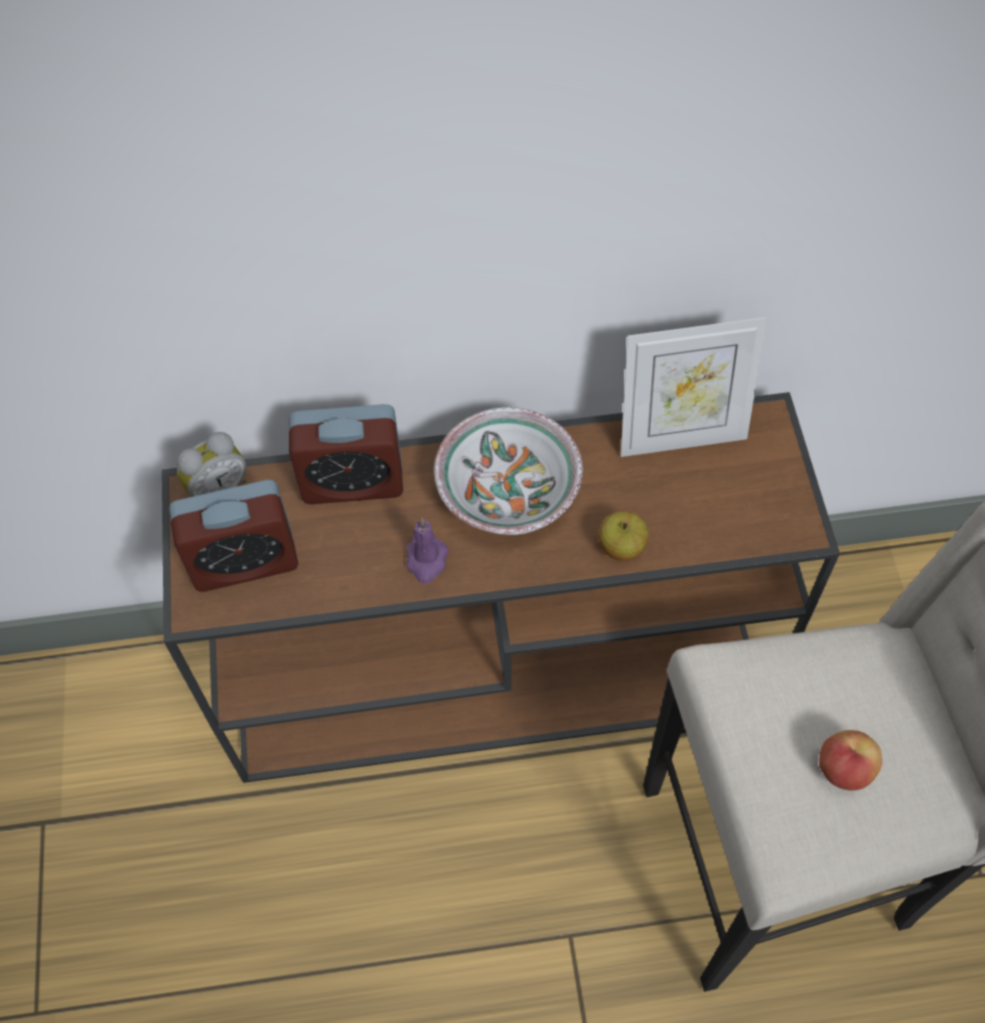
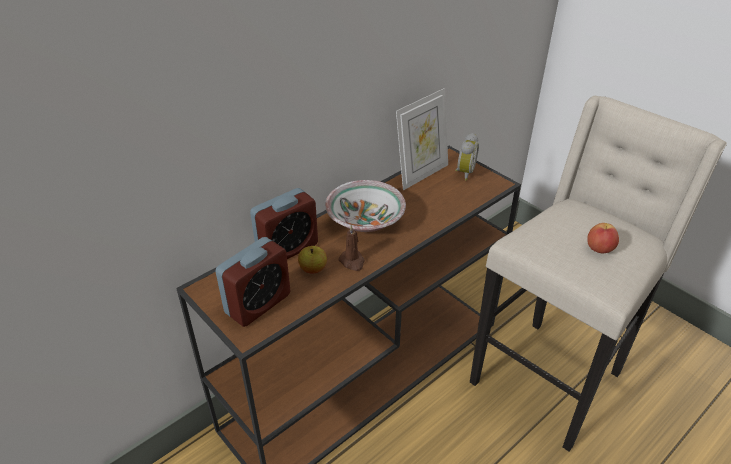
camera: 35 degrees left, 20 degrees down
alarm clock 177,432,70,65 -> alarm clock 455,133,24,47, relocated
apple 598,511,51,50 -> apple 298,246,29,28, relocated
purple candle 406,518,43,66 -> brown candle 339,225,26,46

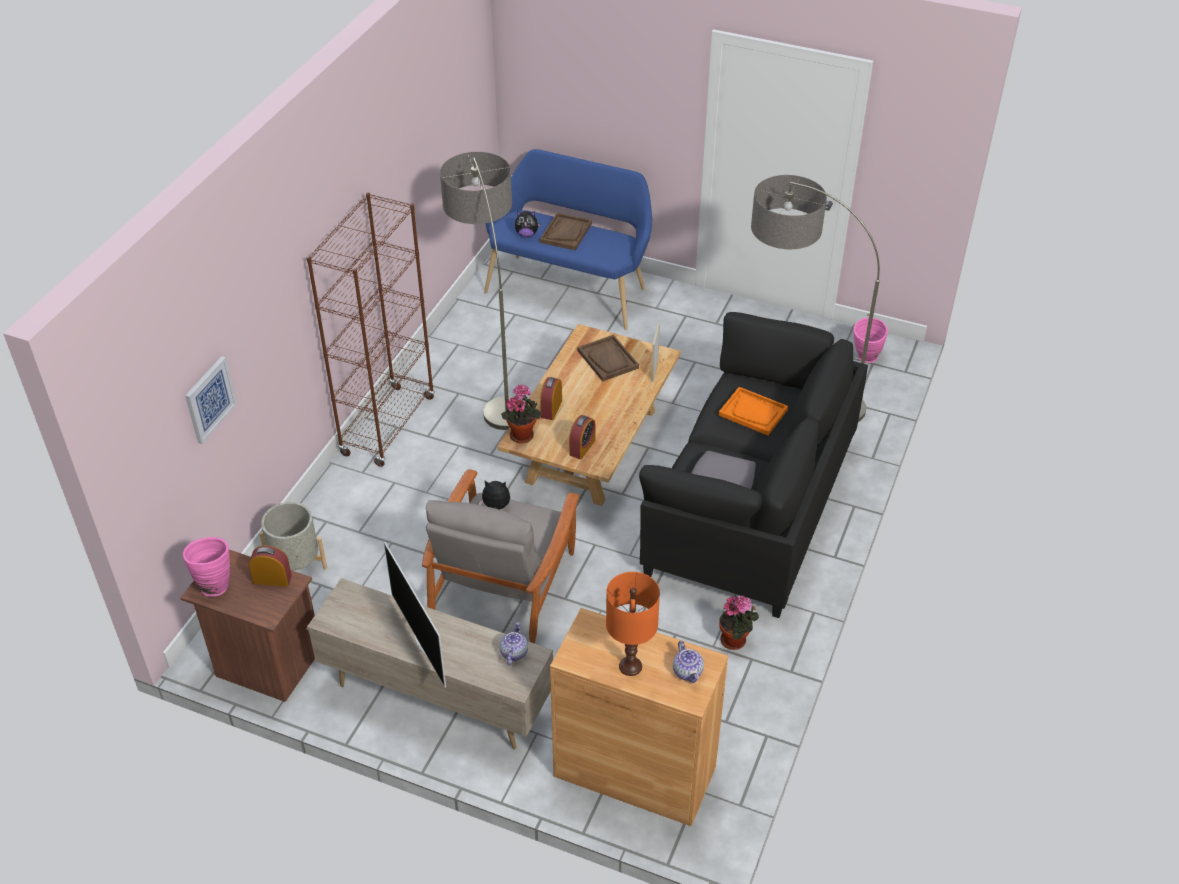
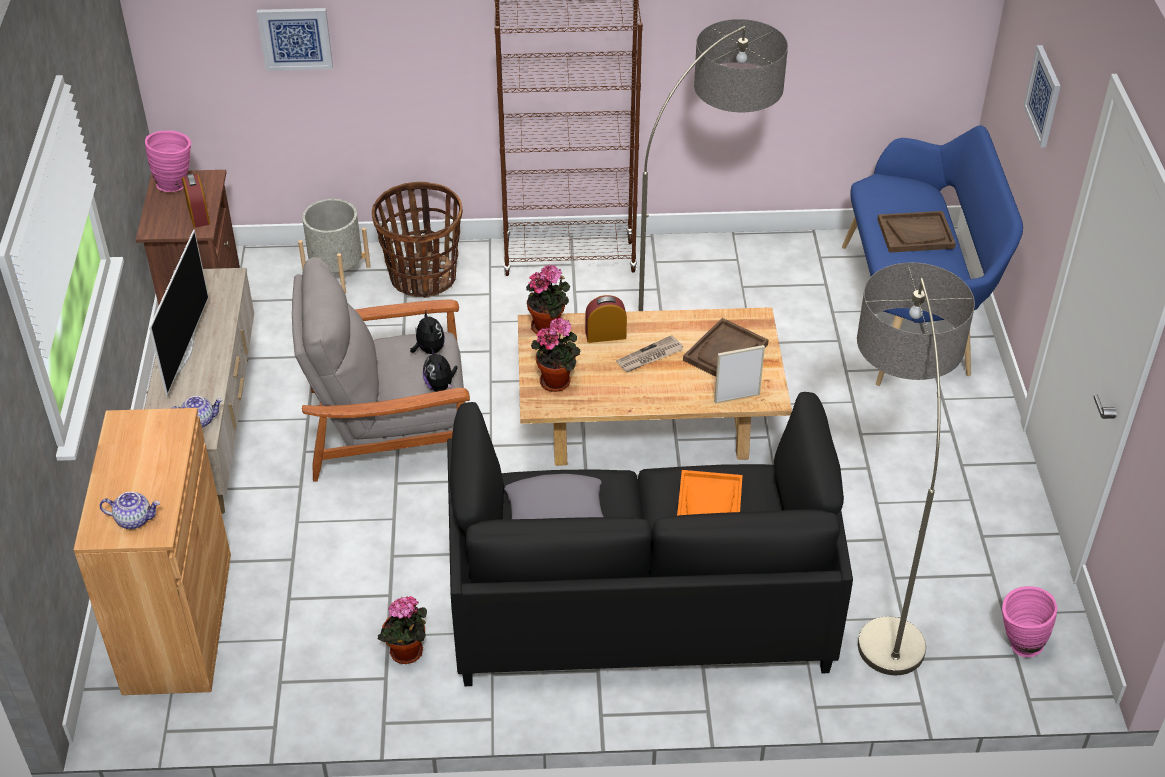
camera: 65 degrees right, 0 degrees up
orange table lamp 606,572,54,104 -> none
none -> basket 372,182,91,116
none -> newspaper 616,335,67,37
none -> picture 1023,45,38,103
plush toy 515,211,26,26 -> plush toy 423,348,35,44, relocated
alarm clock 569,415,26,45 -> potted plant 531,318,50,74
television 384,542,62,146 -> television 149,230,60,166, 150 degrees clockwise
teapot 673,641,31,42 -> teapot 99,492,61,37, 135 degrees counterclockwise

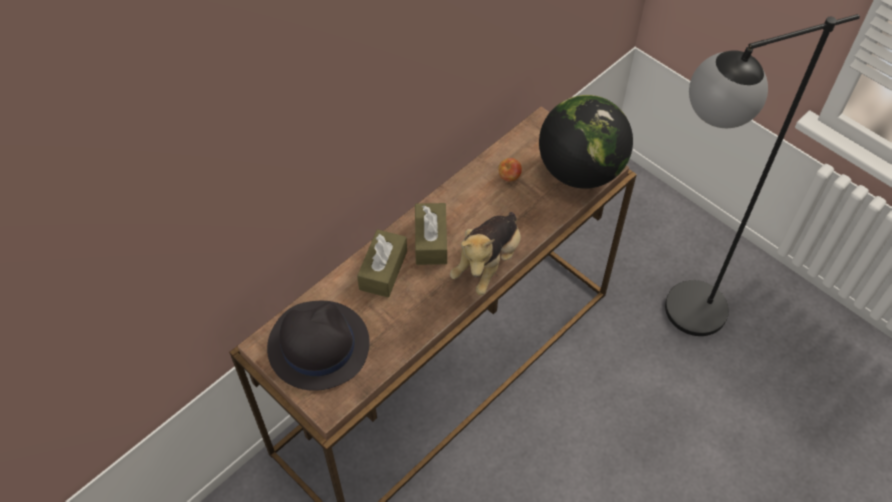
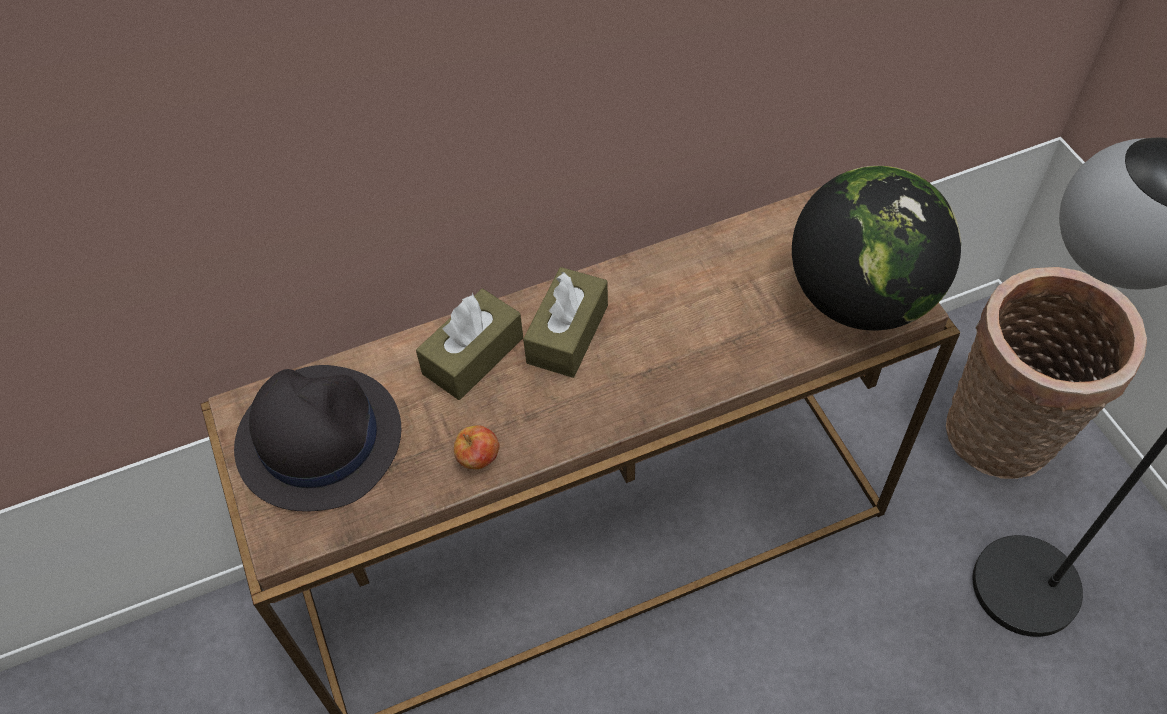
camera: 25 degrees right, 0 degrees up
plush toy 450,212,71,83 -> none
none -> basket 946,267,201,212
apple 499,158,23,23 -> apple 454,425,46,44, relocated

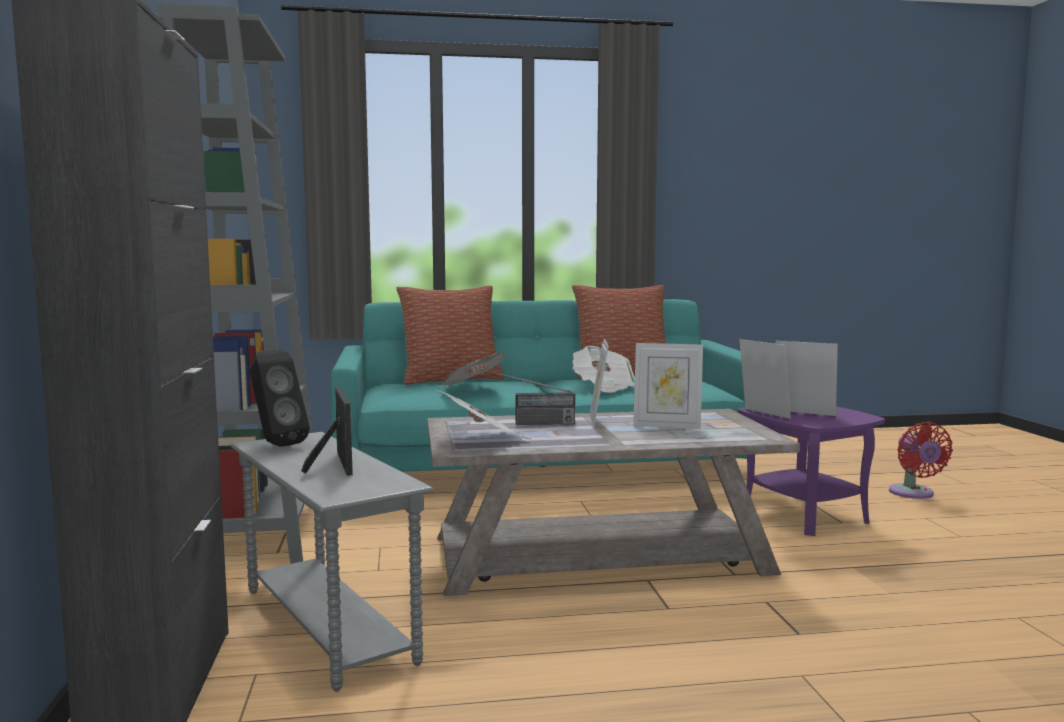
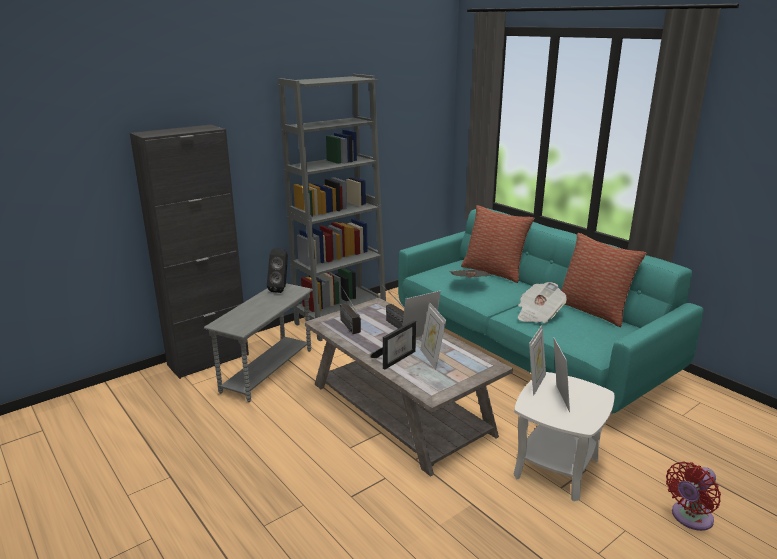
camera: 60 degrees right, 15 degrees up
picture frame 301,388,52,88 -> picture frame 371,321,45,48, relocated
newspaper 433,389,96,50 -> radio 340,284,21,50
purple side table 738,406,147,130 -> white side table 513,372,101,129

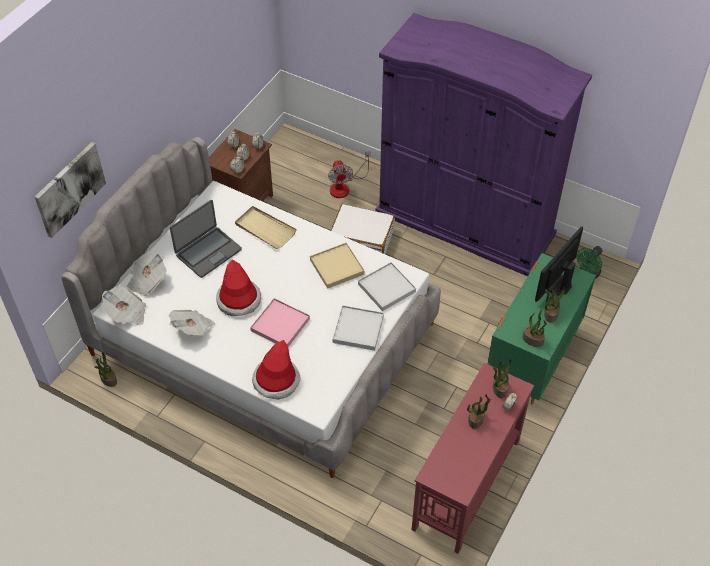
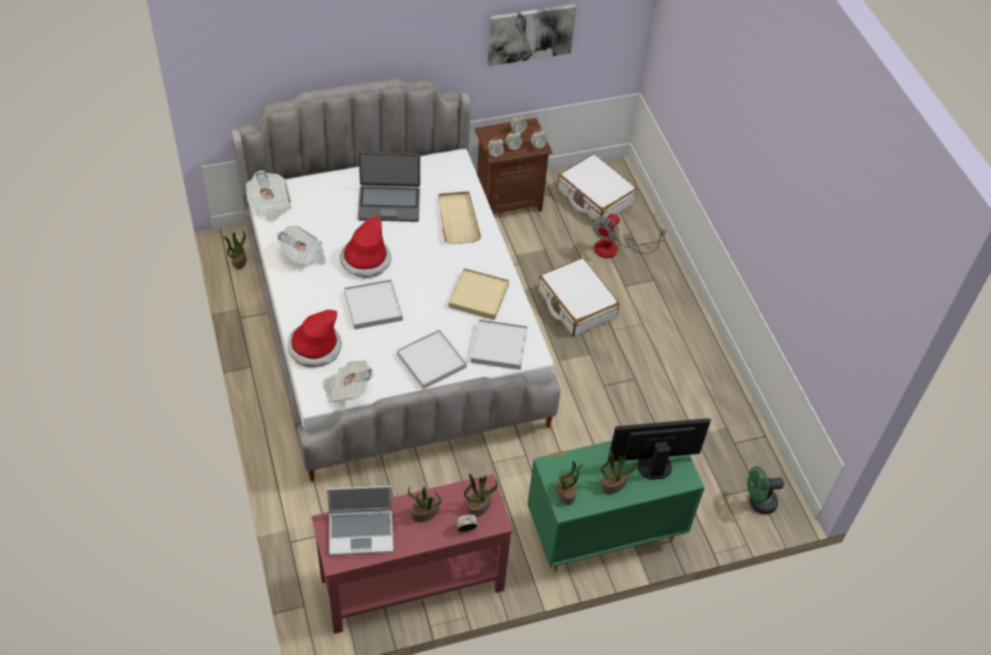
camera: 40 degrees right, 0 degrees up
purple wardrobe 376,13,216,263 -> none
none -> laptop 327,486,66,69
none -> white suitcase 558,154,79,71
picture 35,142,71,96 -> picture 487,4,89,62, relocated
newspaper 127,253,39,43 -> newspaper 322,360,51,43, relocated
pink tray 250,298,60,49 -> white tray 344,279,59,51

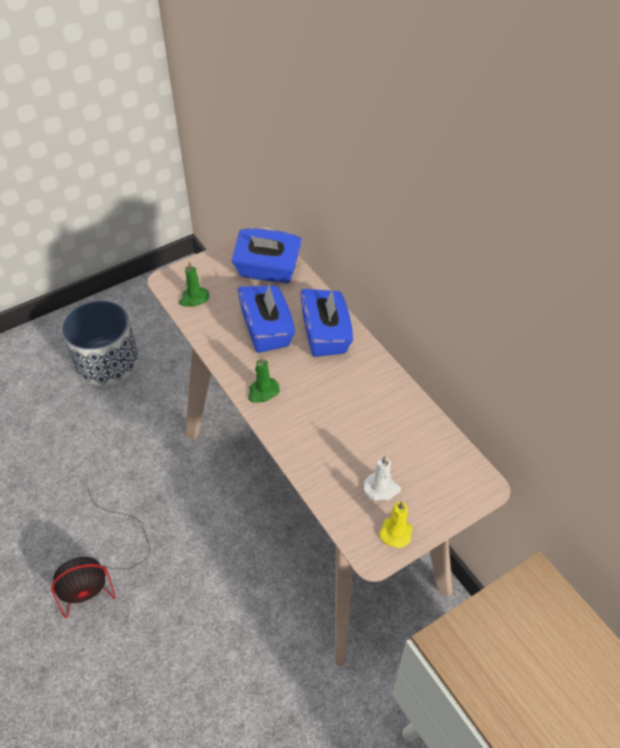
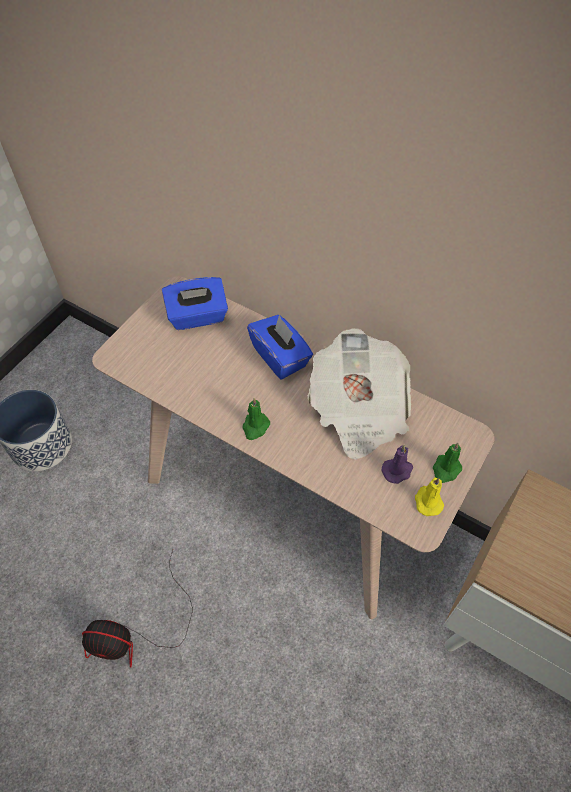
camera: 25 degrees left, 5 degrees up
blue tissue box 237,283,58,70 -> none
none -> newspaper 307,328,104,132
green candle 179,261,30,46 -> green candle 433,443,29,40, relocated
white candle 364,455,37,45 -> purple candle 381,445,32,39
fan 51,489,99,129 -> fan 82,550,111,118, 60 degrees clockwise

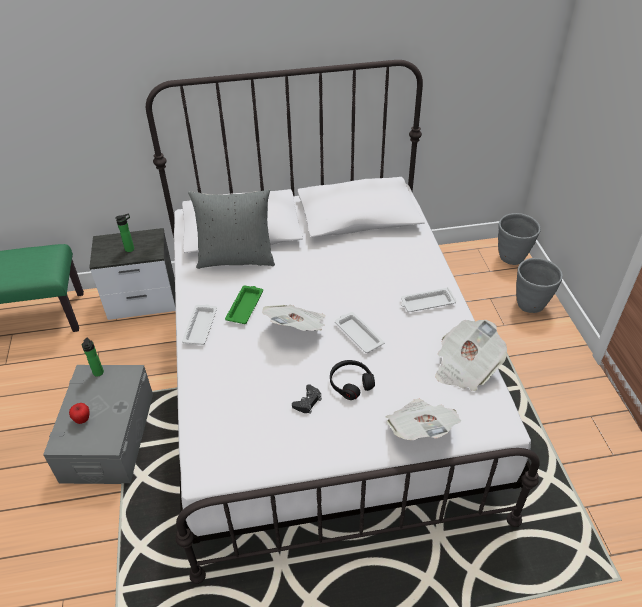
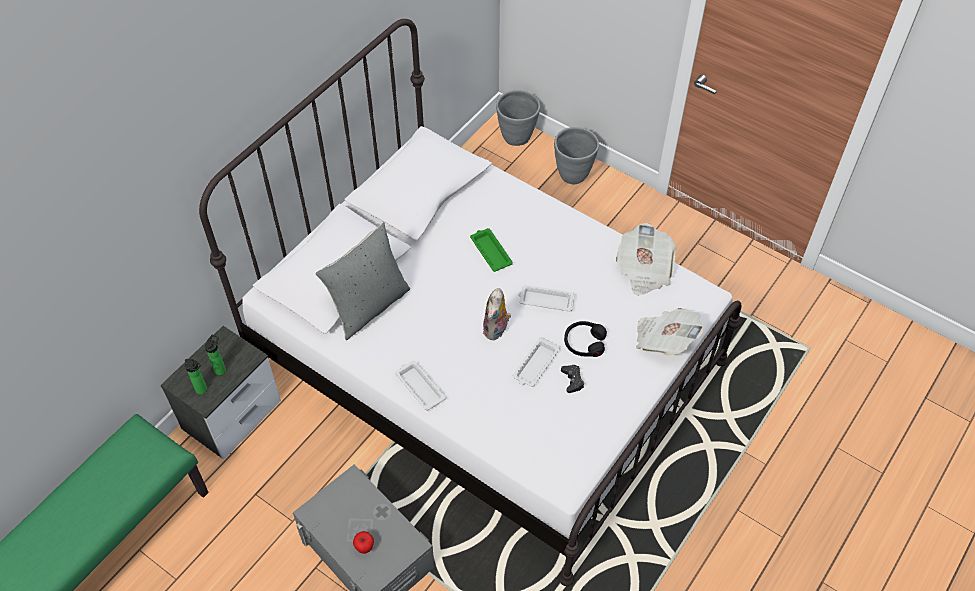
camera: 45 degrees left, 10 degrees up
bottle 82,338,22,39 -> bottle 185,359,22,35, relocated
green tray 225,285,38,39 -> green tray 470,228,43,44, relocated
white tray 401,287,55,25 -> white tray 513,337,47,50, relocated
newspaper 262,305,63,26 -> plush toy 483,288,28,52

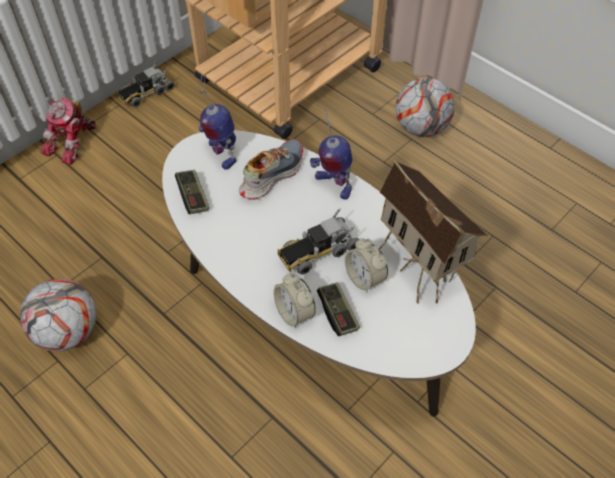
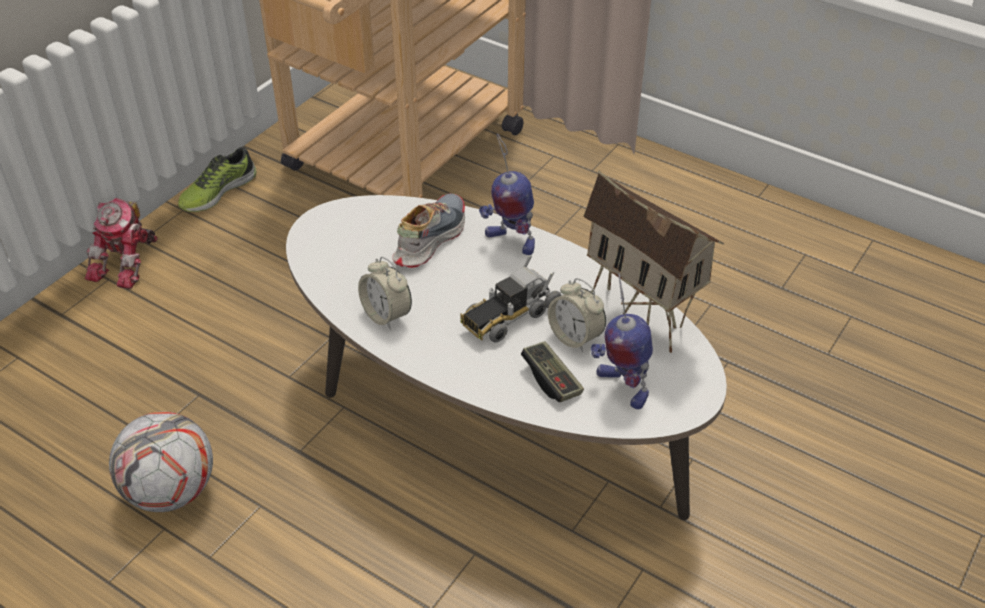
camera: 10 degrees left, 10 degrees down
game controller 175,170,35,44 -> none
football 395,78,60,59 -> none
toy robot 199,75,37,95 -> toy robot 591,273,62,136, relocated
alarm clock 274,273,42,56 -> alarm clock 358,256,54,74, relocated
toy truck 116,61,58,46 -> shoe 178,147,78,65

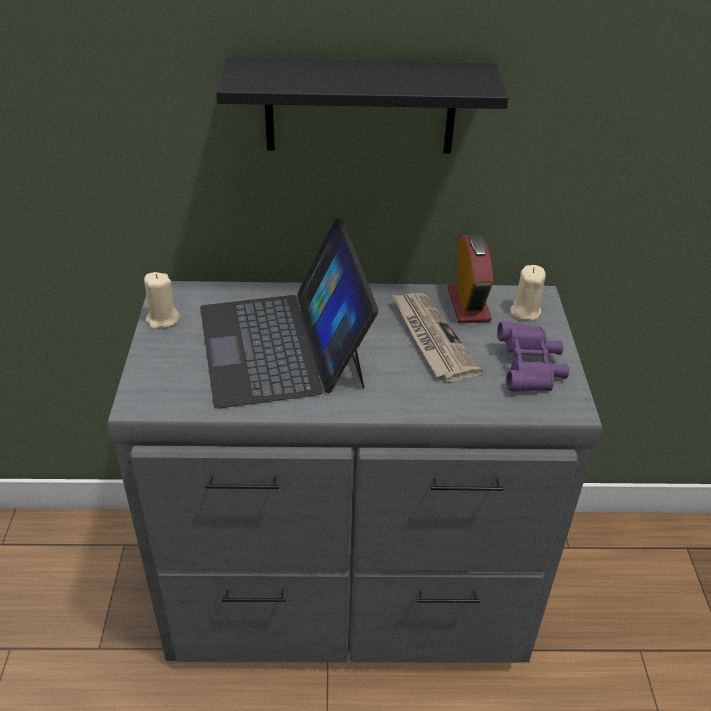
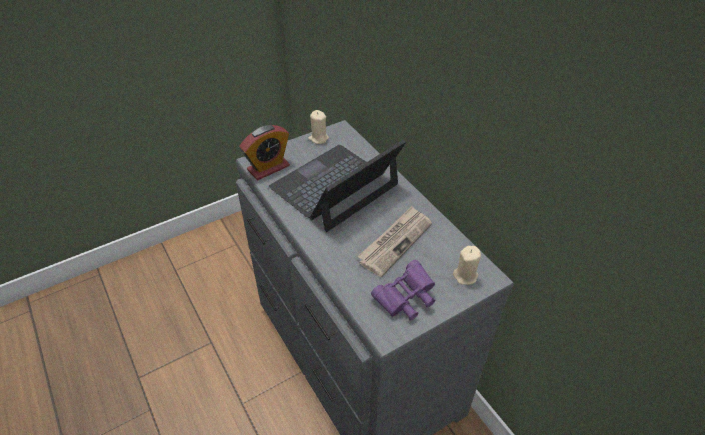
camera: 60 degrees right, 5 degrees up
black shelf 216,58,293,96 -> none
alarm clock 448,234,46,89 -> alarm clock 240,125,50,55, relocated

